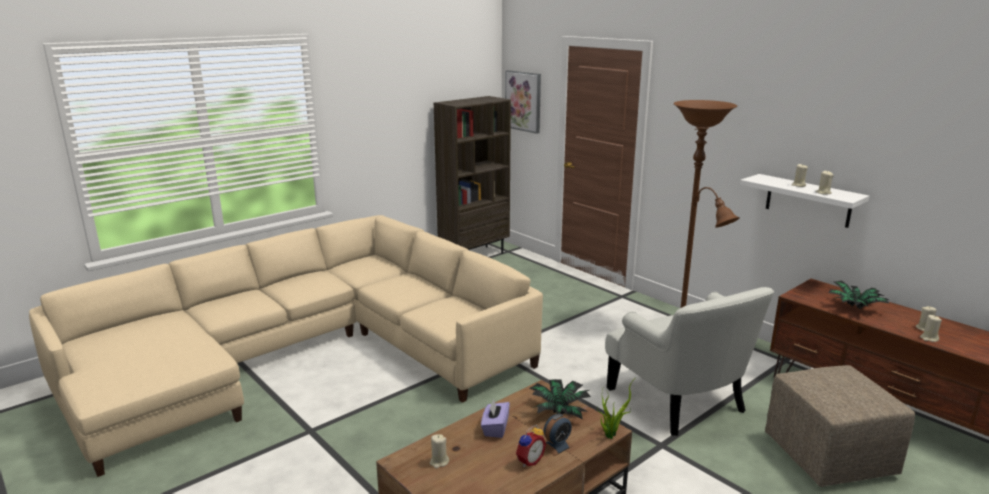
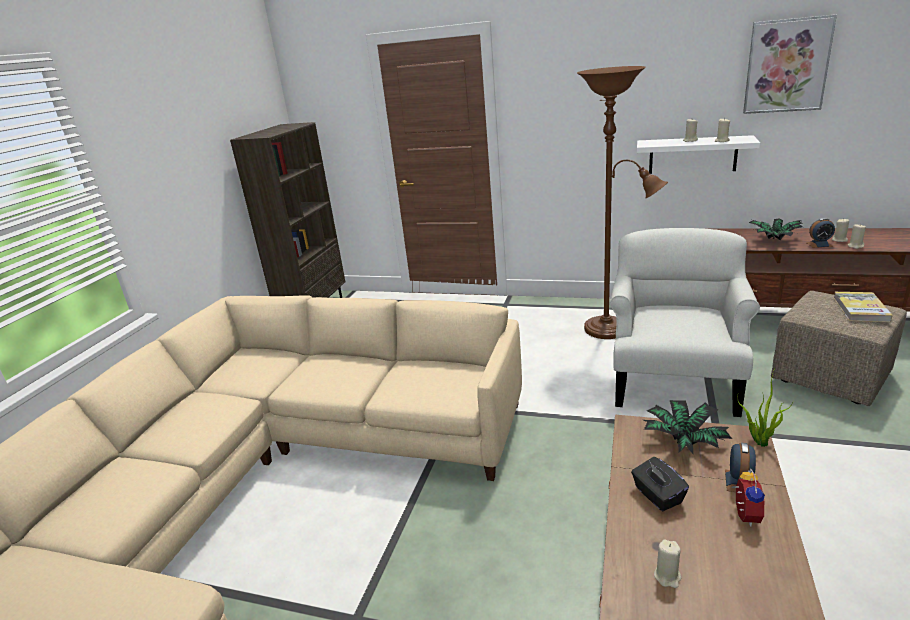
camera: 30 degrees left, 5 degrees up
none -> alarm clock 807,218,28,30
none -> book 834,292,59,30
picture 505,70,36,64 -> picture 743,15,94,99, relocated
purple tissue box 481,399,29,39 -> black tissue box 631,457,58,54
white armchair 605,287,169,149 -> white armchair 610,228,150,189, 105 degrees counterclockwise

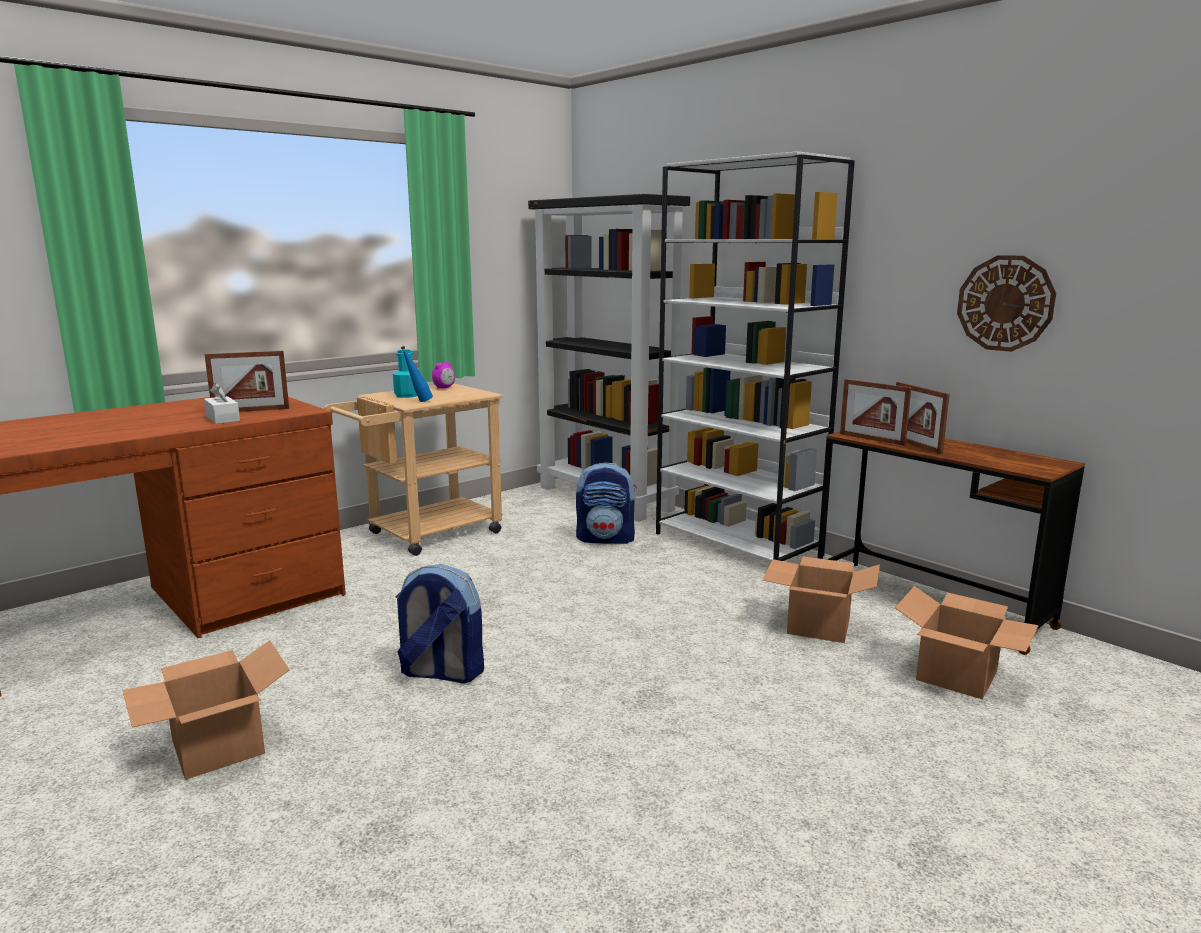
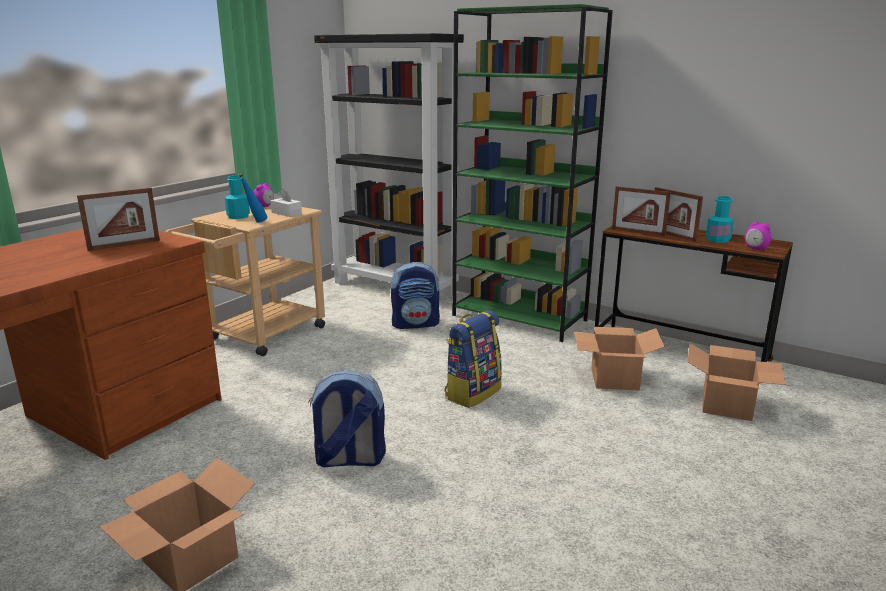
camera: 15 degrees left, 5 degrees up
wall clock 957,255,99,97 -> none
none -> backpack 445,310,57,98
none -> turquoise bottle 706,196,28,47
none -> alarm clock 745,222,27,28
white tissue box 204,383,36,41 -> white tissue box 271,189,31,28, relocated
white bookcase 656,151,199,411 -> green bookcase 452,4,161,338

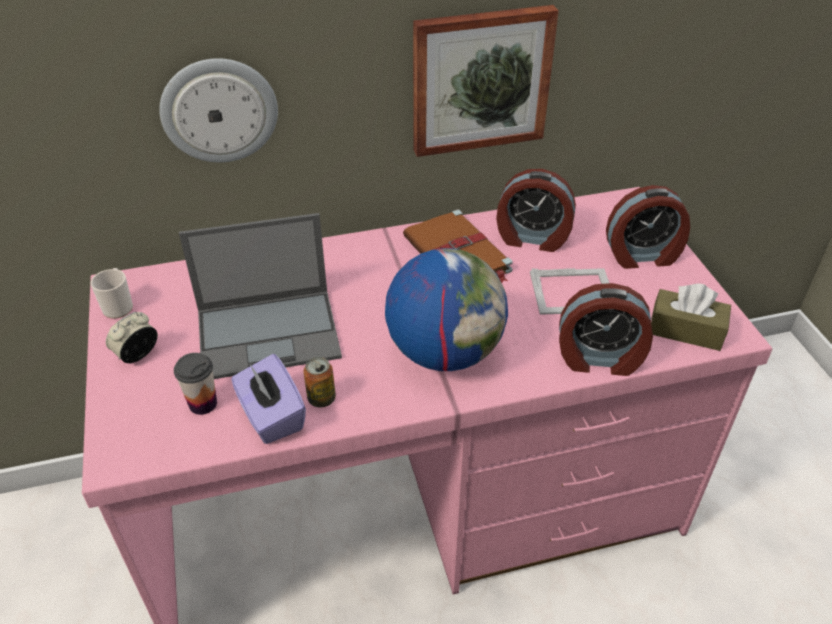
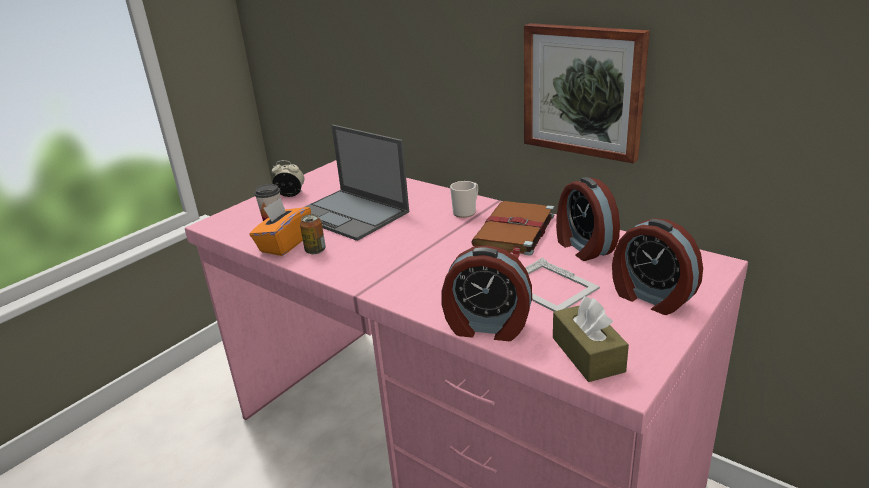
camera: 55 degrees right, 15 degrees down
wall clock 159,58,119,105 -> none
globe 385,248,123,123 -> none
mug 90,268,43,51 -> mug 450,181,28,37, relocated
purple tissue box 231,354,75,90 -> orange tissue box 249,198,62,58
alarm clock 559,283,94,93 -> alarm clock 442,245,90,96, 45 degrees counterclockwise

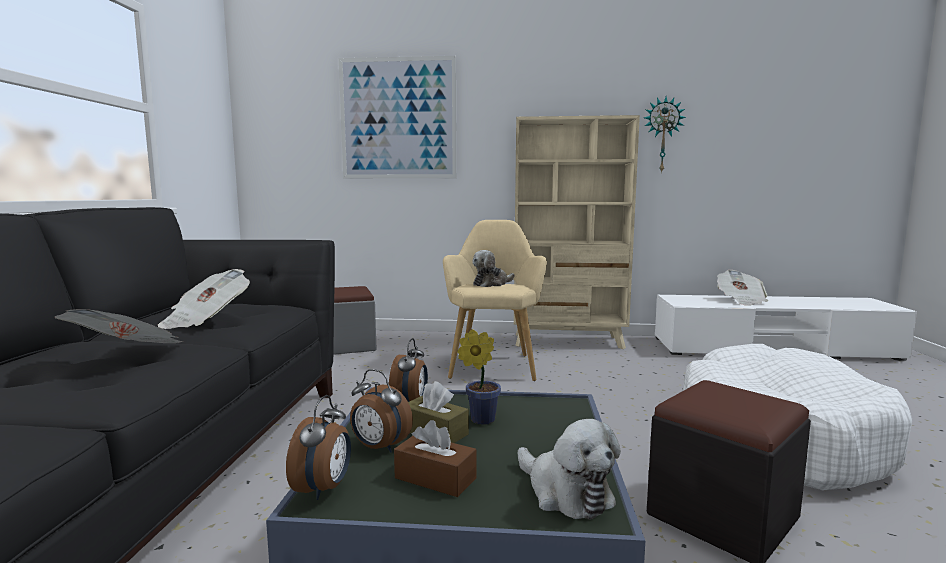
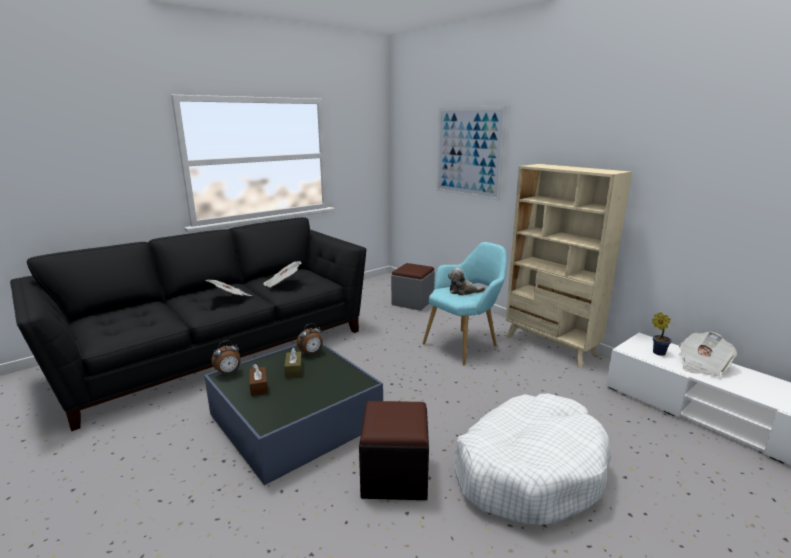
camera: 45 degrees right, 10 degrees up
alarm clock 350,369,63,84 -> none
plush toy 518,419,103,101 -> none
wall clock 644,96,42,77 -> none
potted plant 457,329,44,96 -> potted plant 652,312,19,44, relocated
beige armchair 443,220,104,161 -> turquoise armchair 423,242,84,123

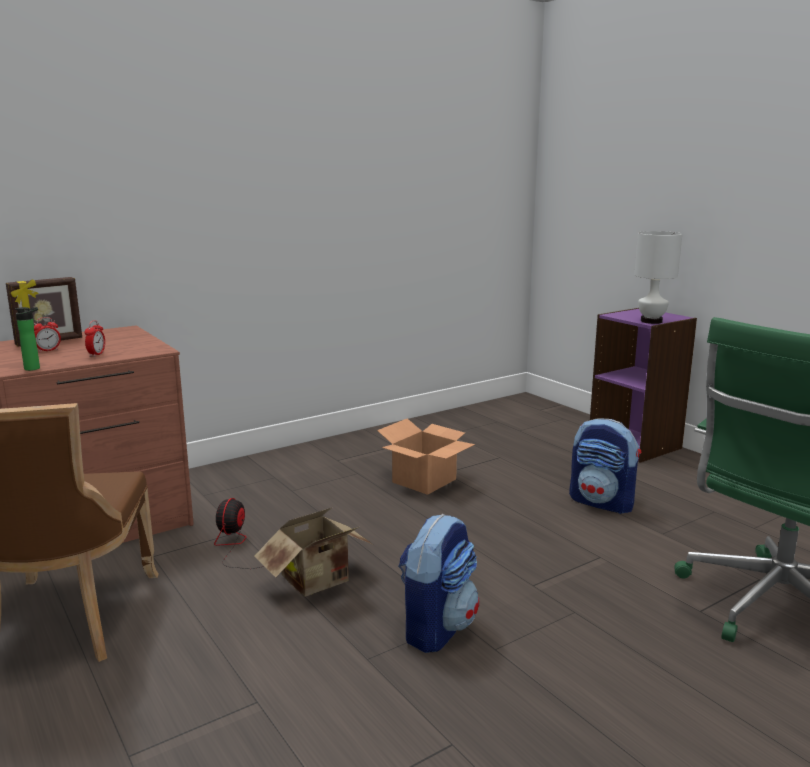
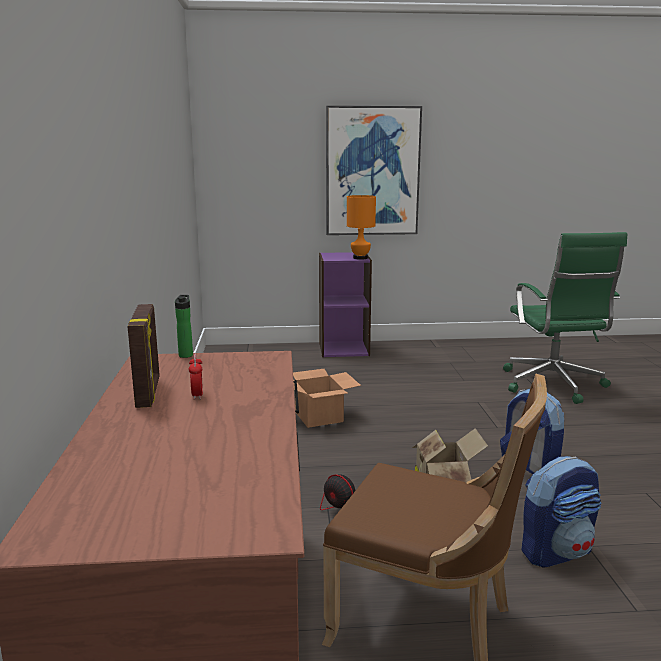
camera: 60 degrees left, 0 degrees up
alarm clock 85,320,20,37 -> none
none -> picture 326,106,96,129
bottle 15,307,25,64 -> bottle 175,295,18,63, relocated
backpack 569,418,72,96 -> backpack 521,456,81,111, relocated
white table lamp 634,231,48,93 -> orange table lamp 347,195,29,65

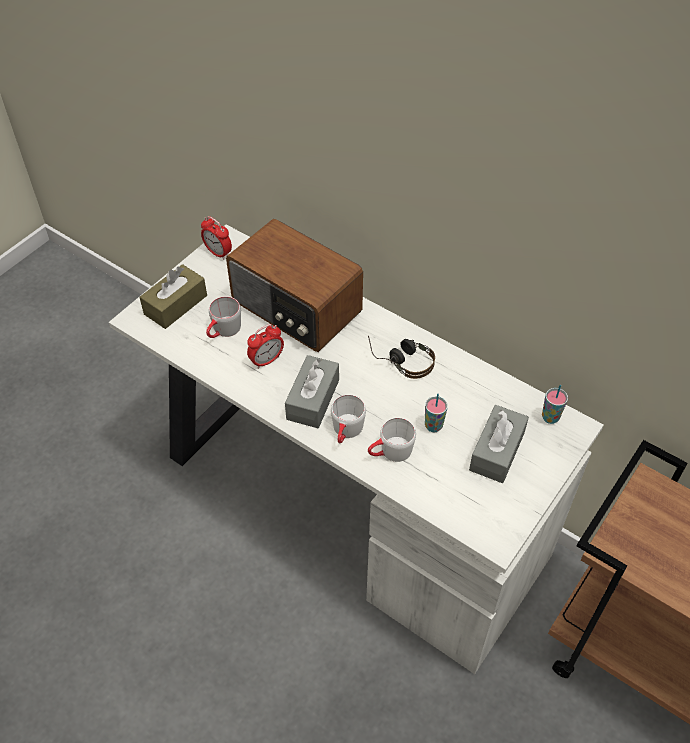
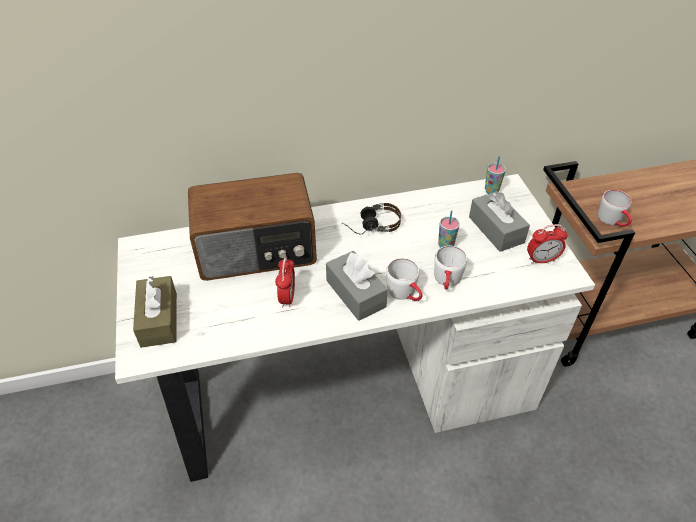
camera: 50 degrees left, 5 degrees down
alarm clock 201,216,31,44 -> alarm clock 527,224,41,40, relocated
grey mug 206,296,35,42 -> grey mug 598,190,34,37, relocated

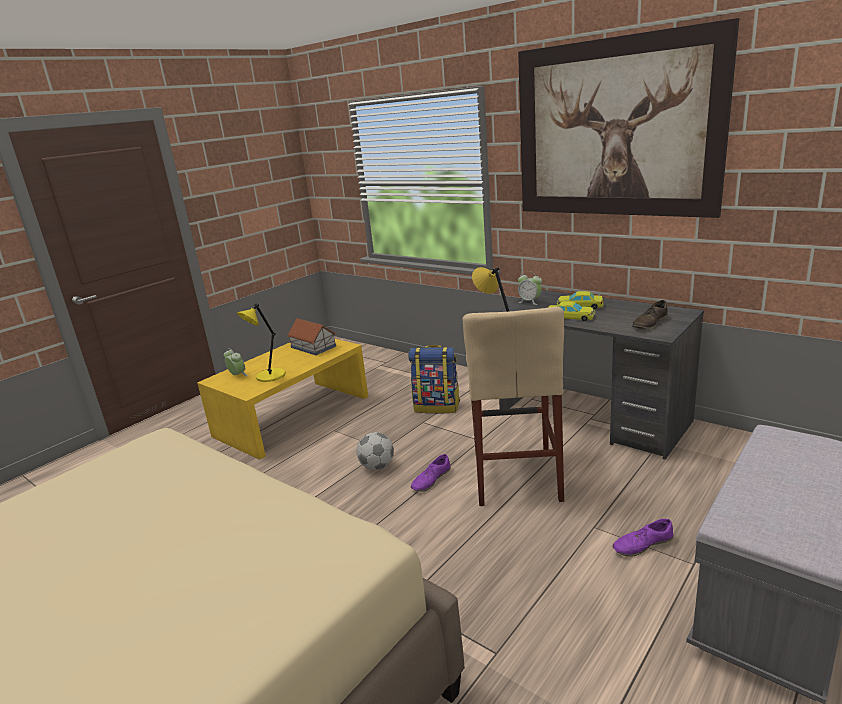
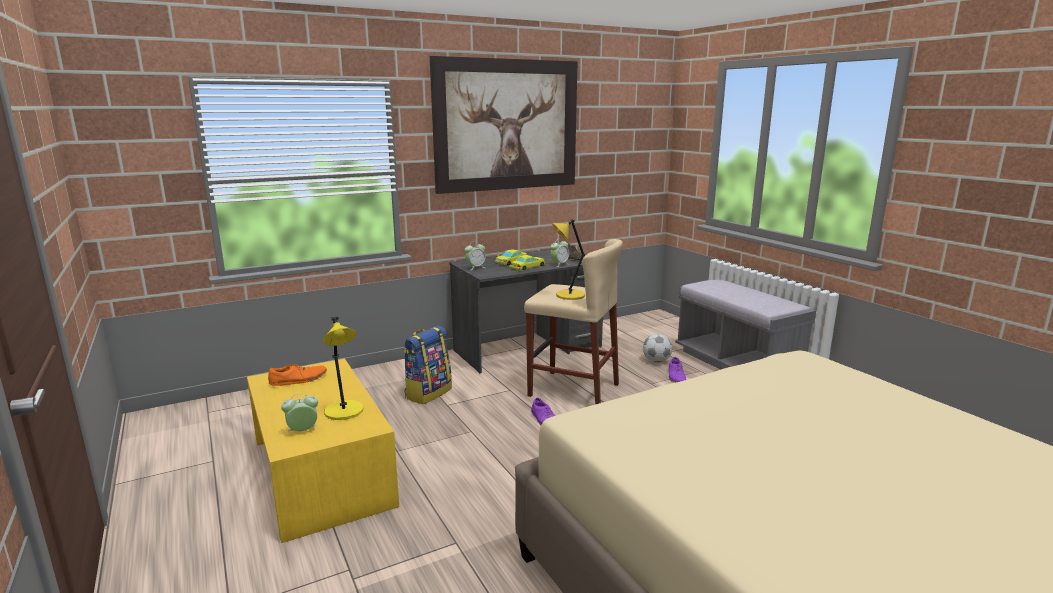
camera: 70 degrees left, 5 degrees down
none -> alarm clock 550,239,19,28
football 356,432,38,38 -> football 643,334,29,29, relocated
toy house 287,318,49,37 -> orange shoe 268,364,59,22

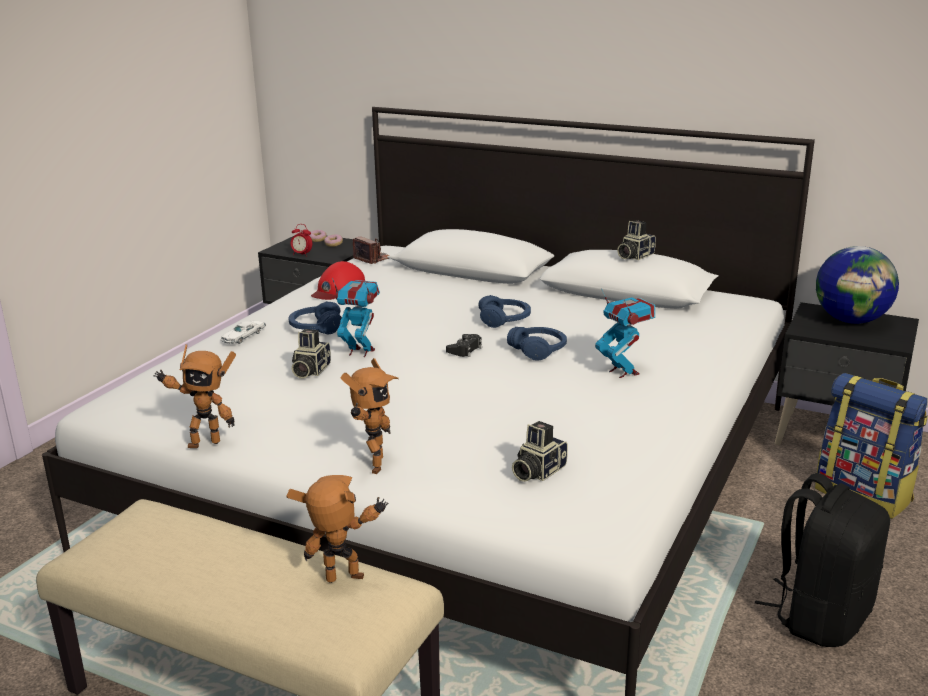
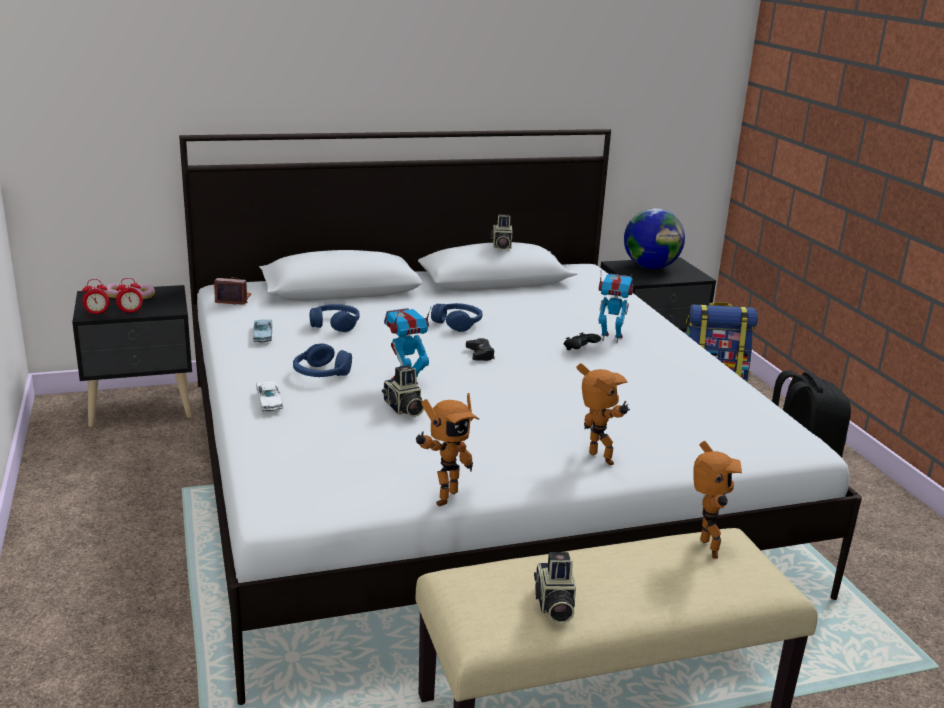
camera: 45 degrees left, 0 degrees up
none -> alarm clock 82,279,28,38
none -> black game controller 564,332,37,18
blue headphones 507,327,60,34 -> blue headphones 309,304,51,28, relocated
photo camera 512,421,56,61 -> photo camera 534,552,42,72, relocated
red cap 311,261,54,39 -> blue toy car 253,319,19,23
toy robot 287,475,101,108 -> toy robot 693,441,49,118, 135 degrees clockwise

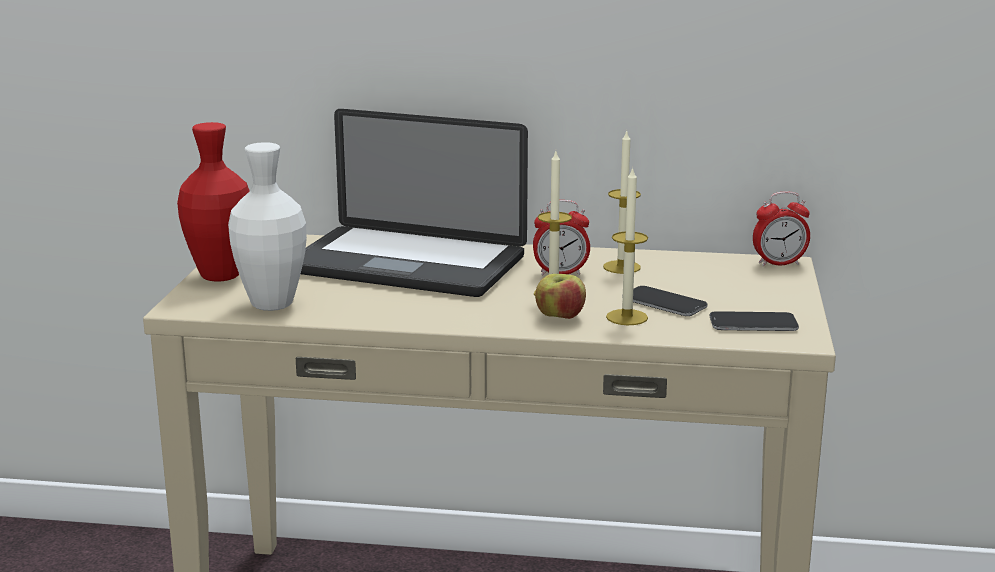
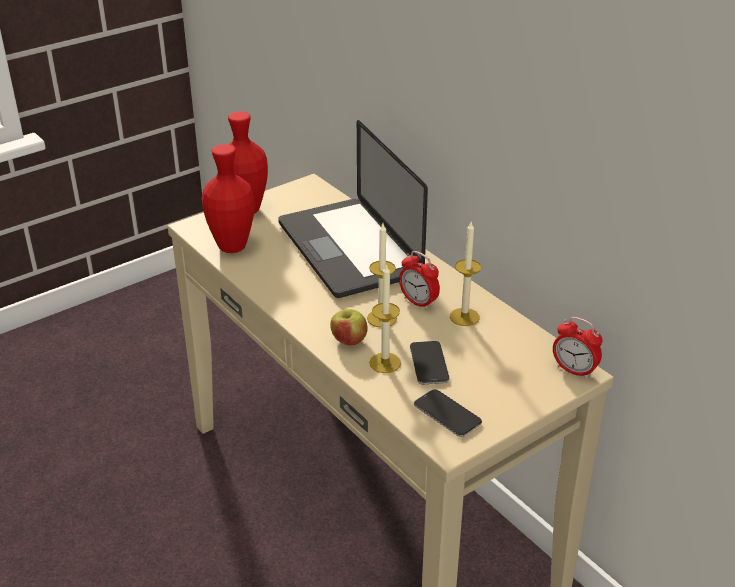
camera: 45 degrees right, 15 degrees up
white vase 228,142,79,169 -> red vase 202,144,53,109

